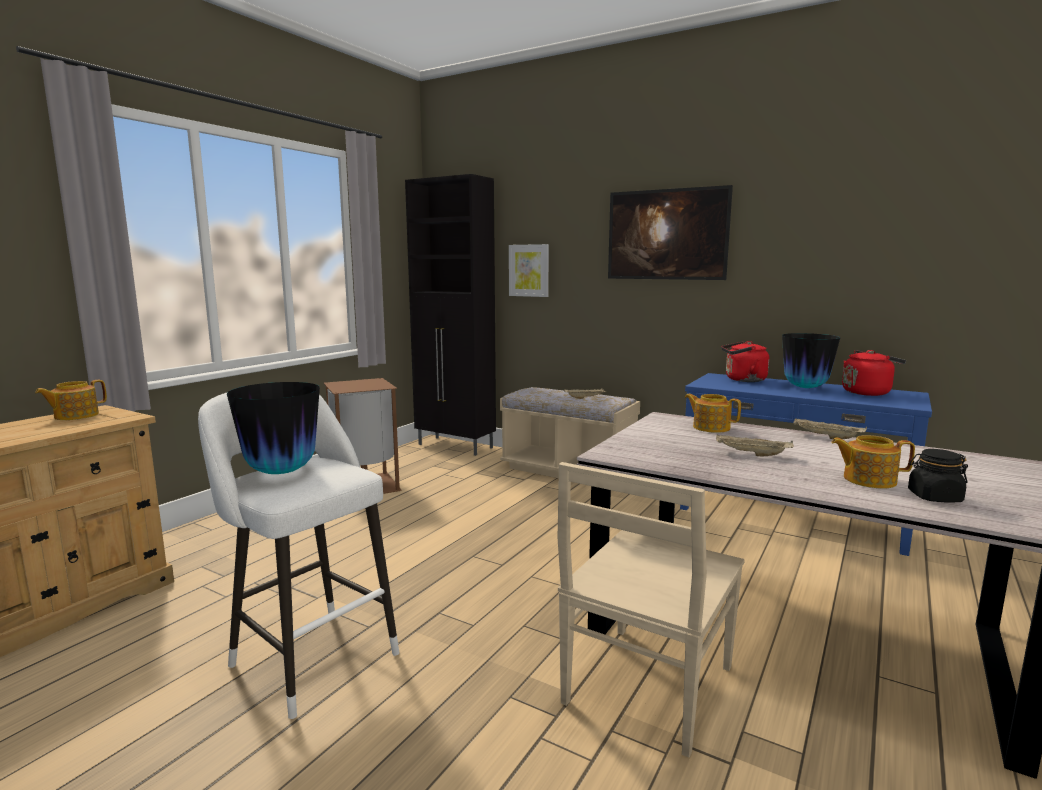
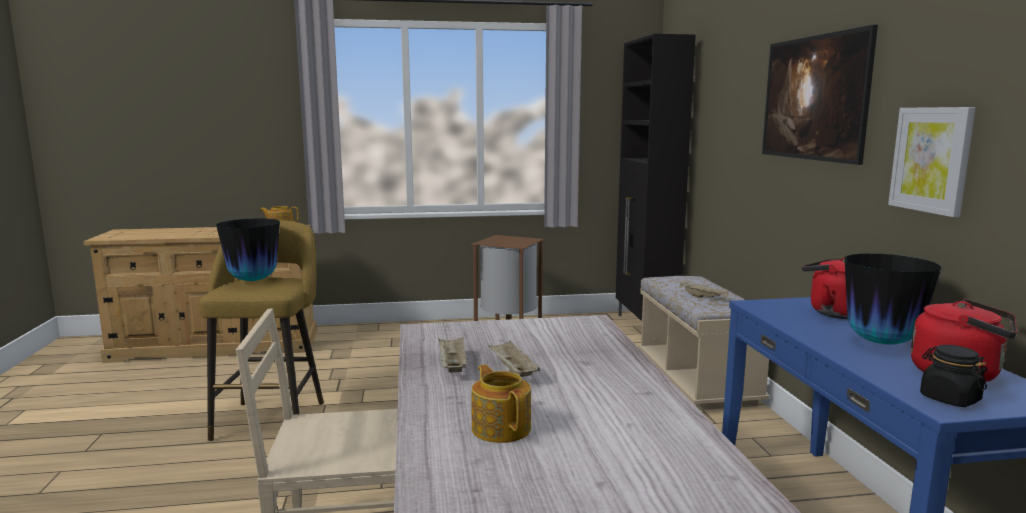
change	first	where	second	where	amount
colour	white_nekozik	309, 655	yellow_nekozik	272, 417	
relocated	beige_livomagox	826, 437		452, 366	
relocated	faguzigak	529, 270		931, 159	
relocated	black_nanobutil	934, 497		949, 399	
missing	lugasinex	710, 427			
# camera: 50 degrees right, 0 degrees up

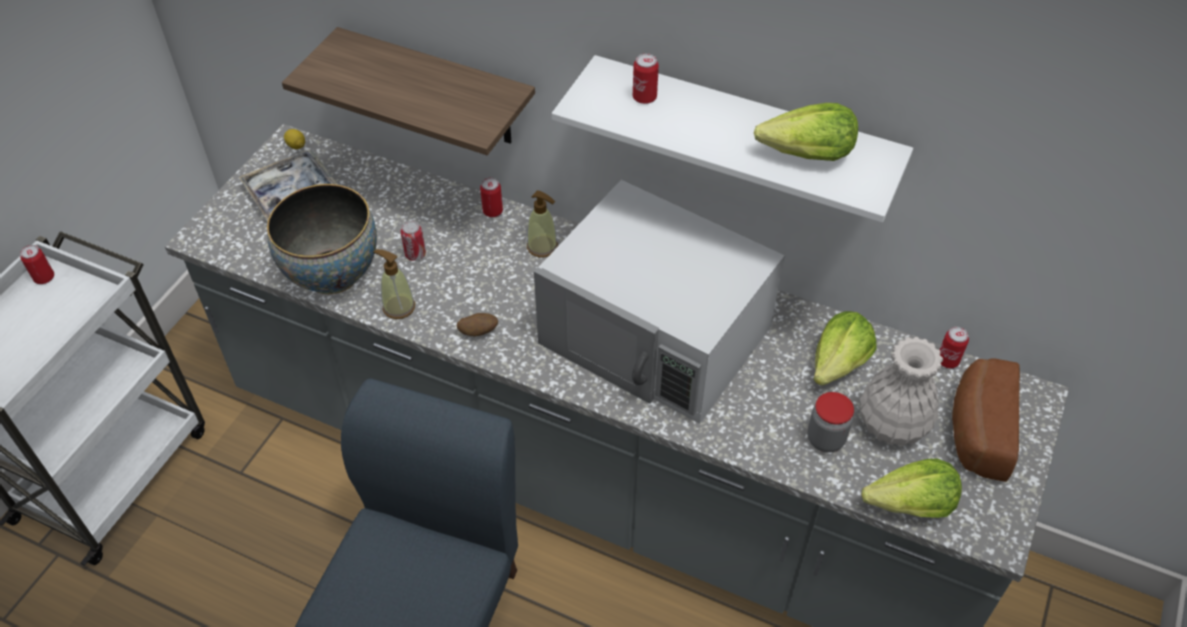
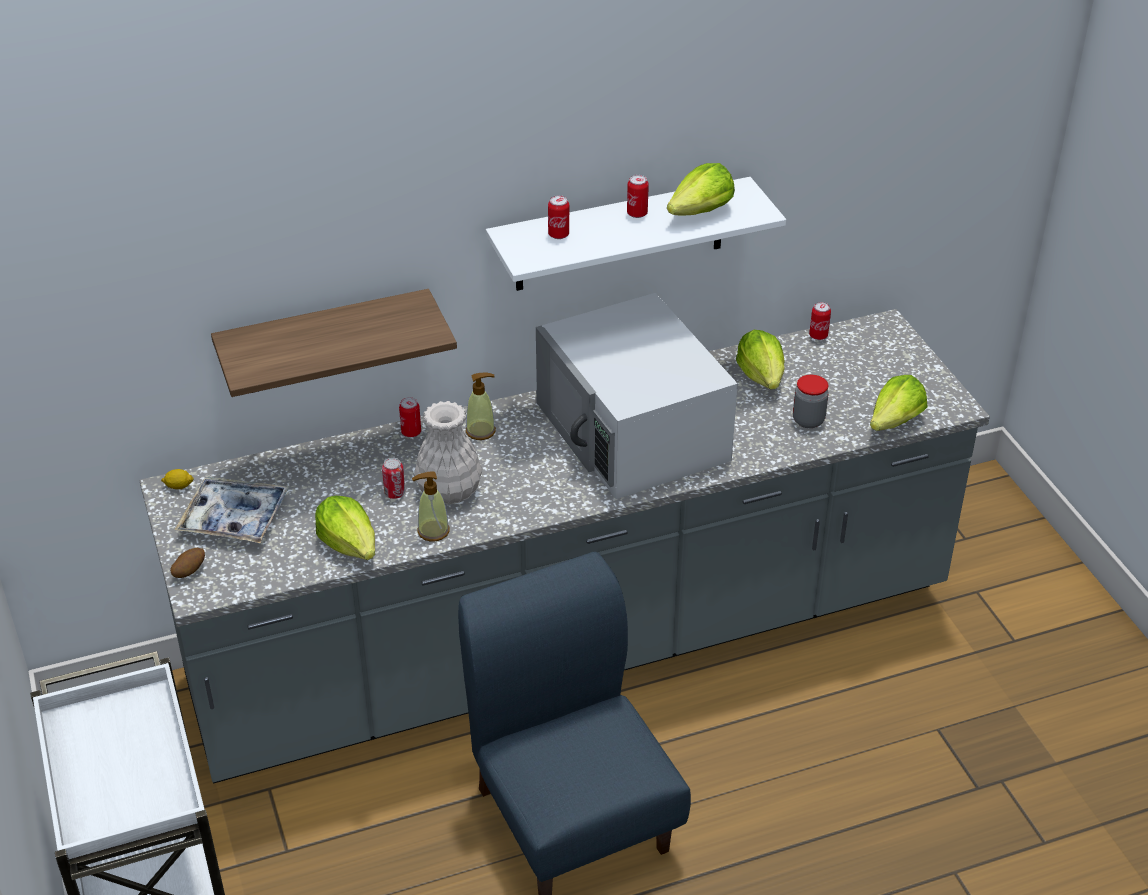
change	first	where	second	where	amount
relocated	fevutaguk	478, 332		189, 571	
exchanged	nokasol	333, 274	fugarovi	350, 545	
relocated	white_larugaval	893, 425		450, 491	
spun	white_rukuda	657, 335		633, 432	75 degrees clockwise
relocated	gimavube	44, 278		637, 213	
missing	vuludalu	976, 430			
# camera: 45 degrees left, 10 degrees down

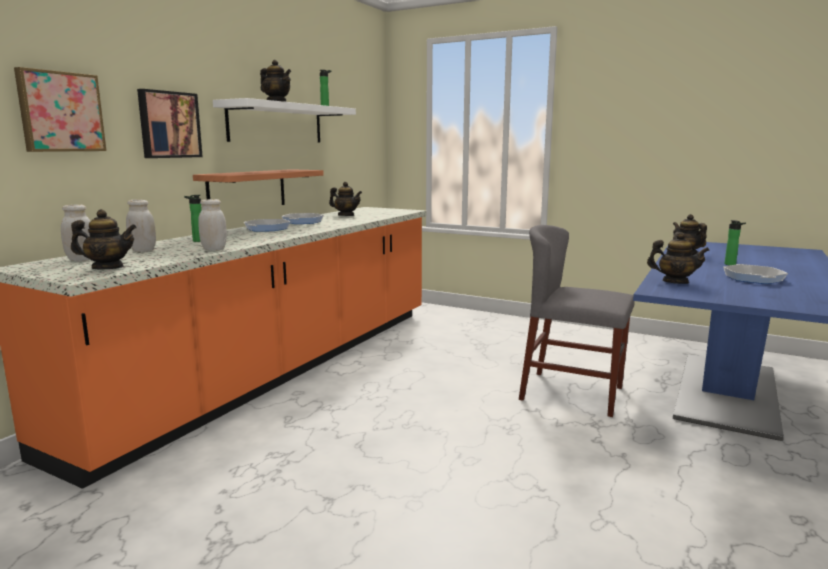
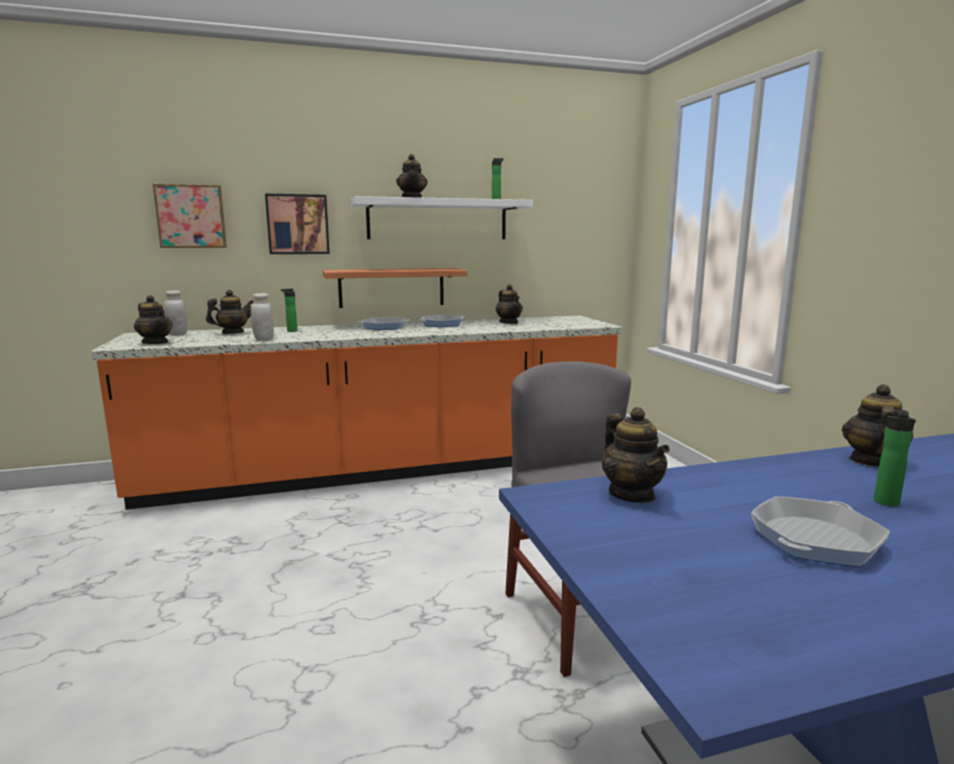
change	first	where	second	where	amount
exchanged	white_nanobutil	143, 250	lugasinex	232, 333	
# camera: 45 degrees right, 0 degrees up

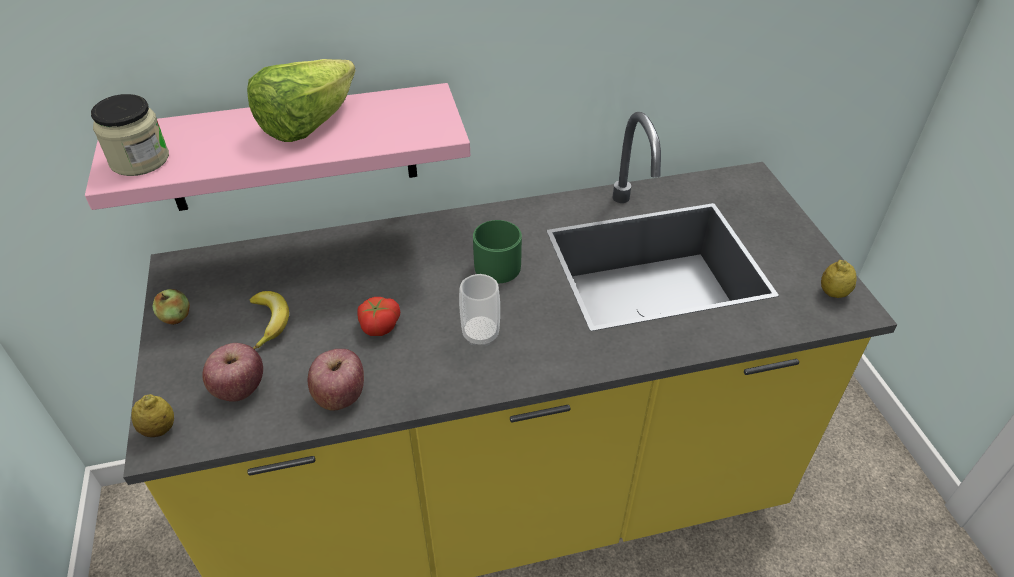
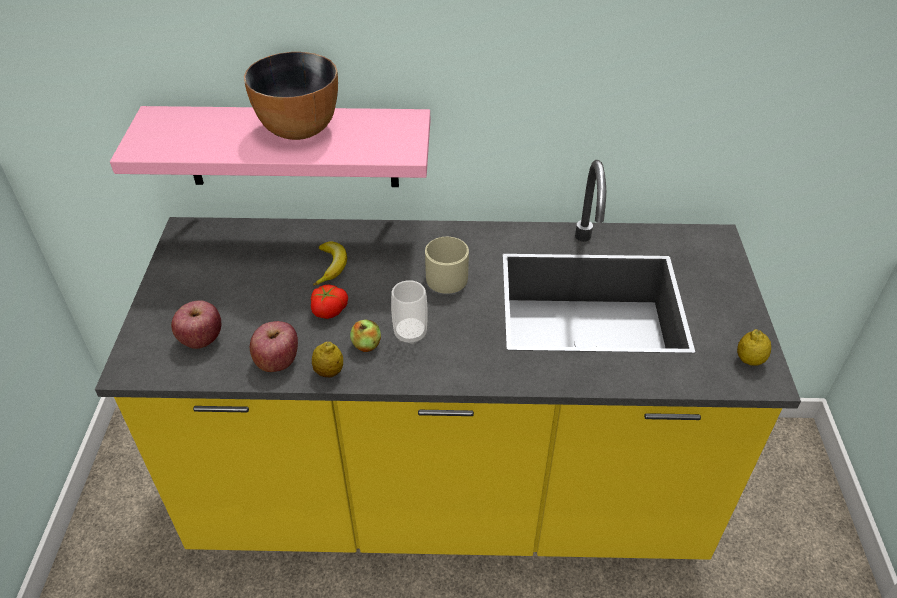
change	first	where	second	where	amount
exchanged	fugarovi	307, 124	nokasol	298, 129	
relocated	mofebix	159, 429		329, 372	
relocated	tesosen	270, 321		331, 266	
relocated	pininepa	176, 317		366, 345	
colour	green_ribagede	497, 263	beige_ribagede	448, 275	
missing	nanobutil	140, 160			
# camera: 15 degrees right, 0 degrees up

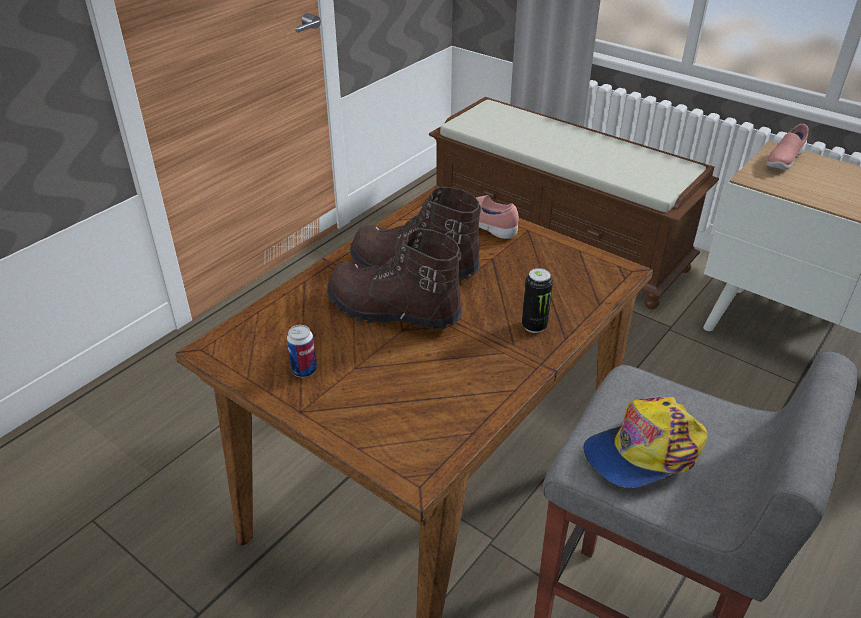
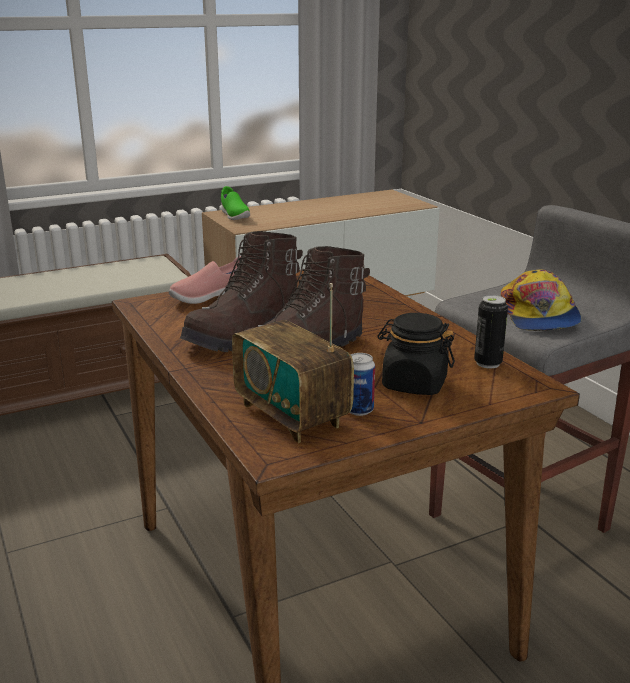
change	first	where	second	where	amount
colour	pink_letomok	783, 160	green_letomok	234, 216	
appeared			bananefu	292, 415	
appeared			black_nanobutil	414, 384	
relocated	gimavube	534, 326		488, 363	
# camera: 65 degrees left, 15 degrees down

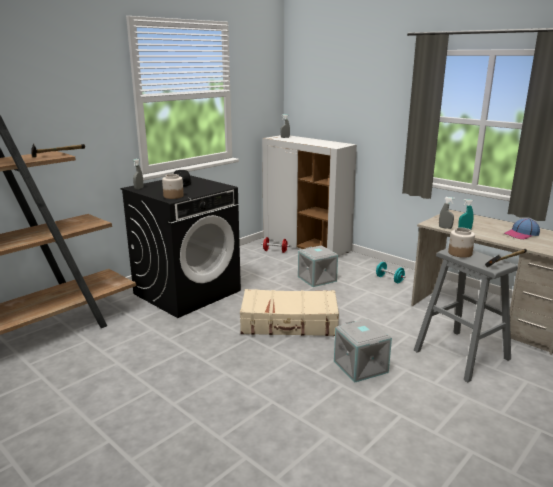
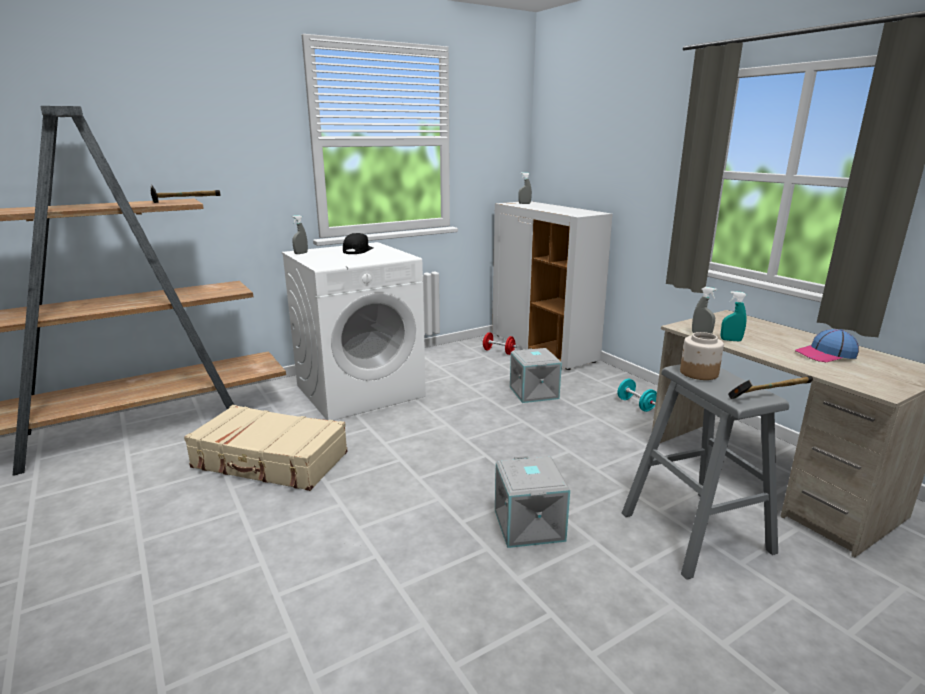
change	first	where	second	where	amount
relocated	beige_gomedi	289, 323		270, 461	
colour	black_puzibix	187, 292	white_puzibix	360, 390	
missing	nanobutil	173, 196			
# camera: 15 degrees right, 0 degrees up

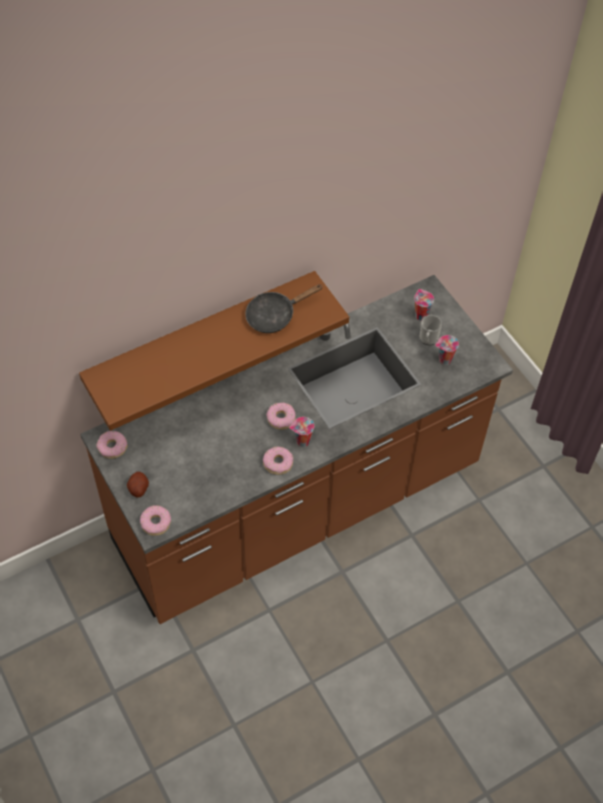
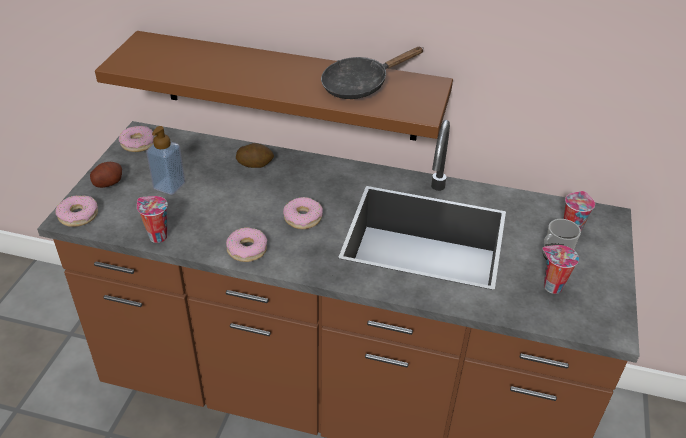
change	first	where	second	where	amount
relocated	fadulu	302, 442		156, 236	
appeared			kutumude	169, 186	
appeared			fevutaguk	255, 164	
spun	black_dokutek	275, 315		360, 85	45 degrees counterclockwise
# camera: 45 degrees right, 15 degrees down

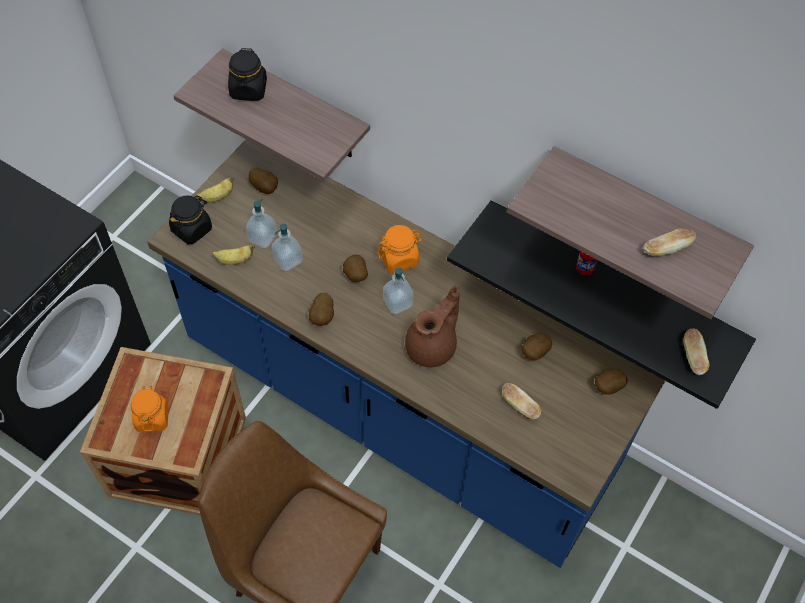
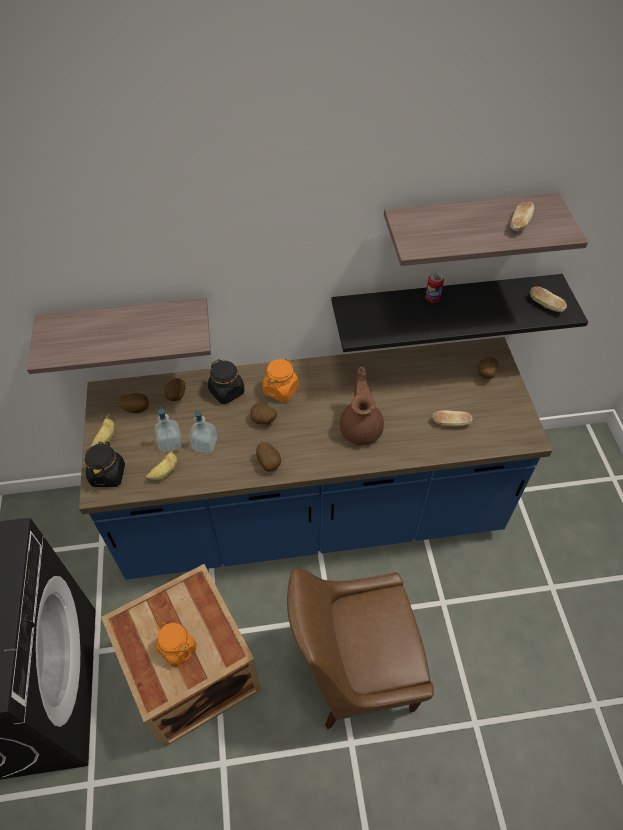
change	first	where	second	where	amount
relocated	fevutaguk	533, 352		175, 397	
relocated	black_nanobutil	248, 89		227, 391	
missing	kutumude	397, 303			
# camera: 40 degrees left, 5 degrees down

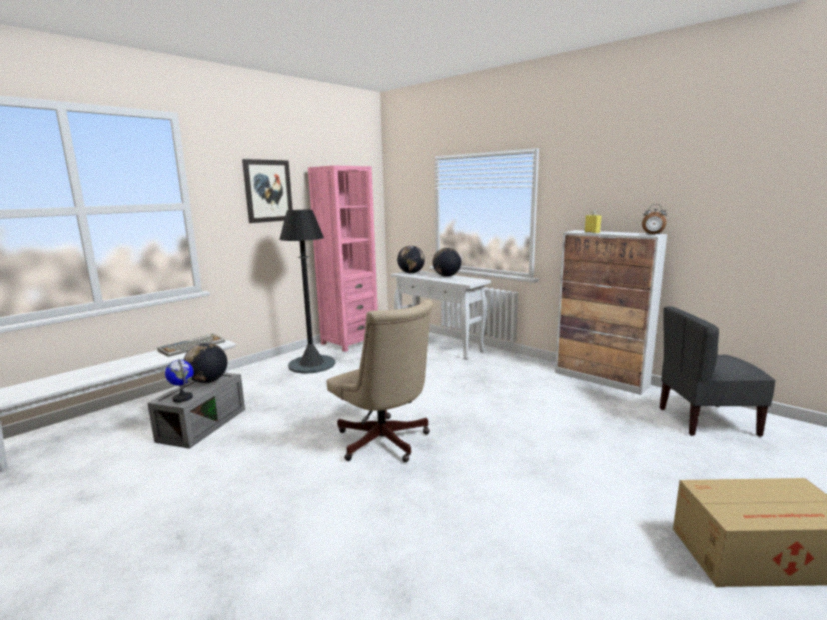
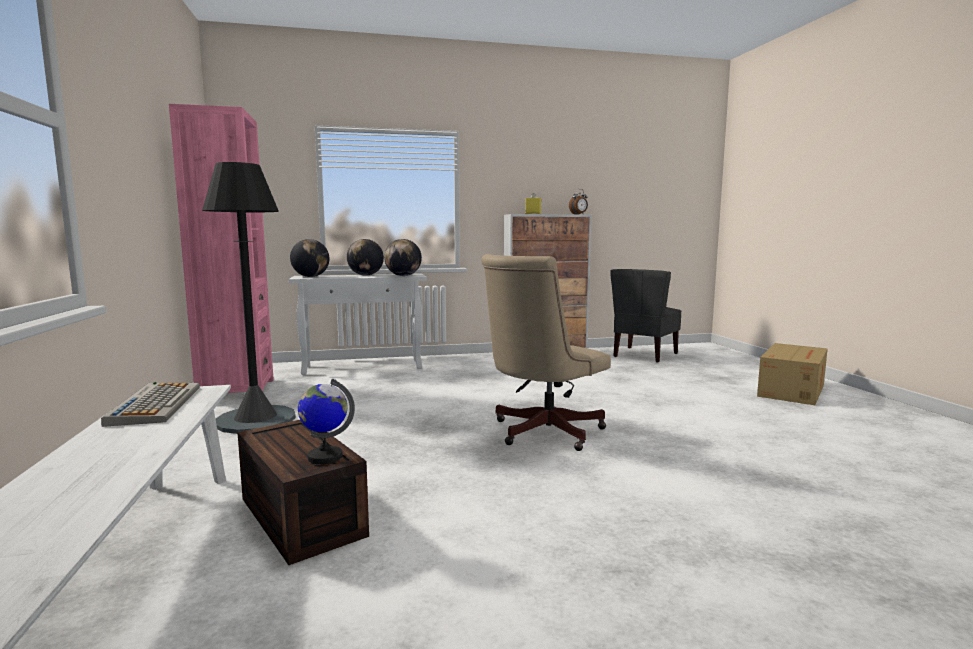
change	first	where	second	where	amount
colour	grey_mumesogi	202, 424	brown_mumesogi	298, 516	
relocated	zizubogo	208, 381		403, 276	
spun	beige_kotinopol	385, 443		541, 433	135 degrees clockwise
missing	faguzigak	268, 191			
# camera: 55 degrees left, 5 degrees down

